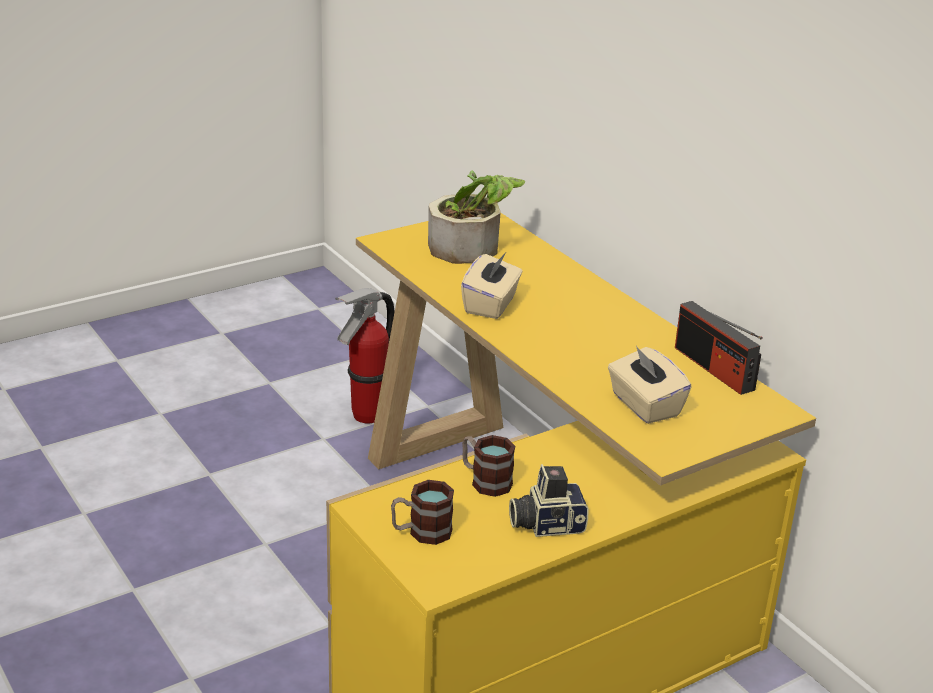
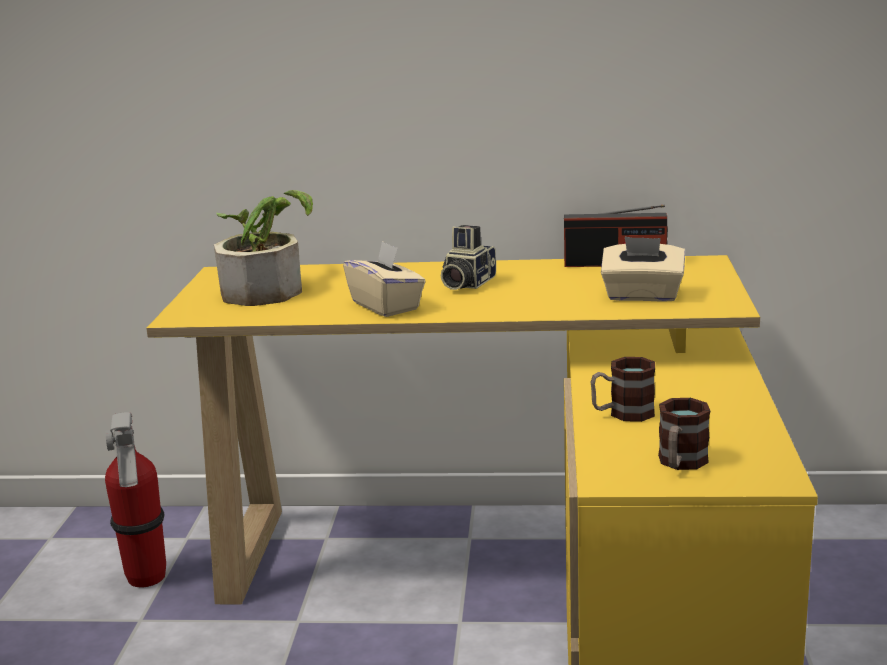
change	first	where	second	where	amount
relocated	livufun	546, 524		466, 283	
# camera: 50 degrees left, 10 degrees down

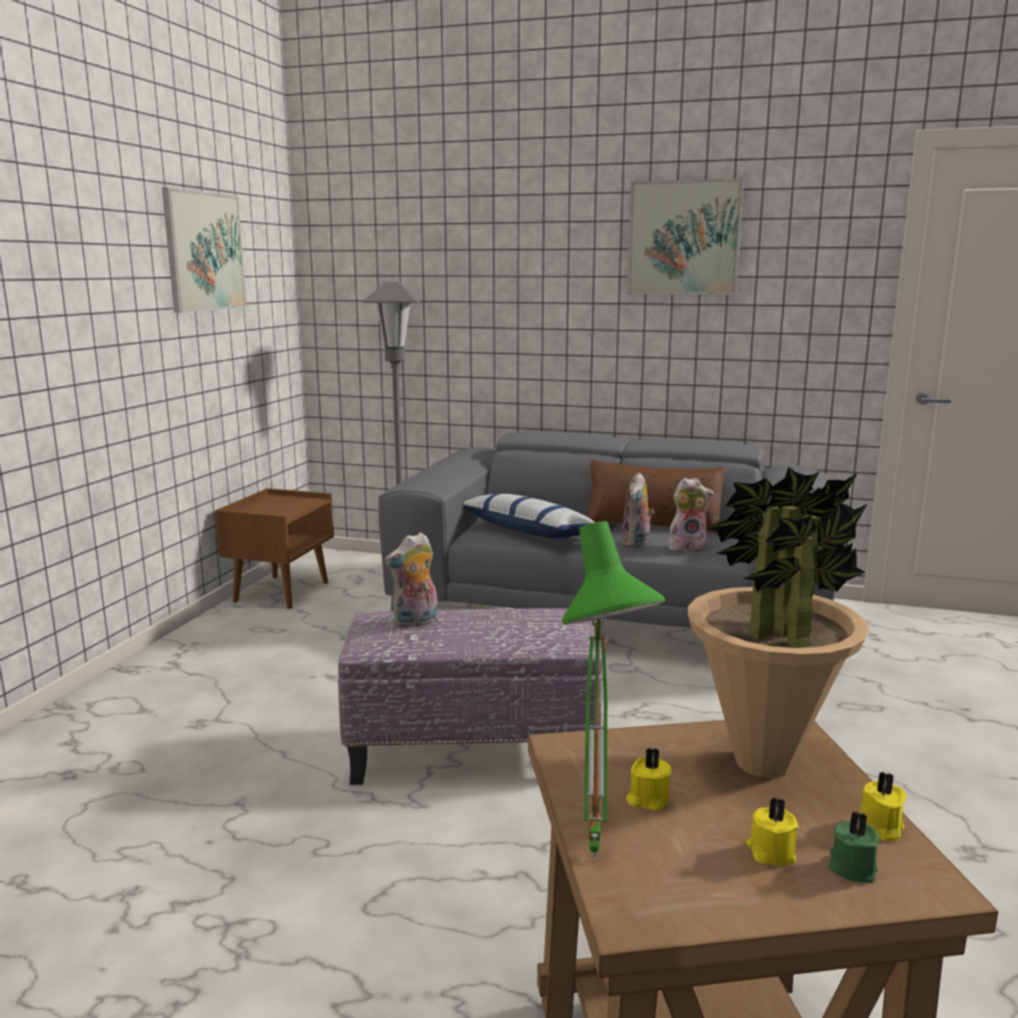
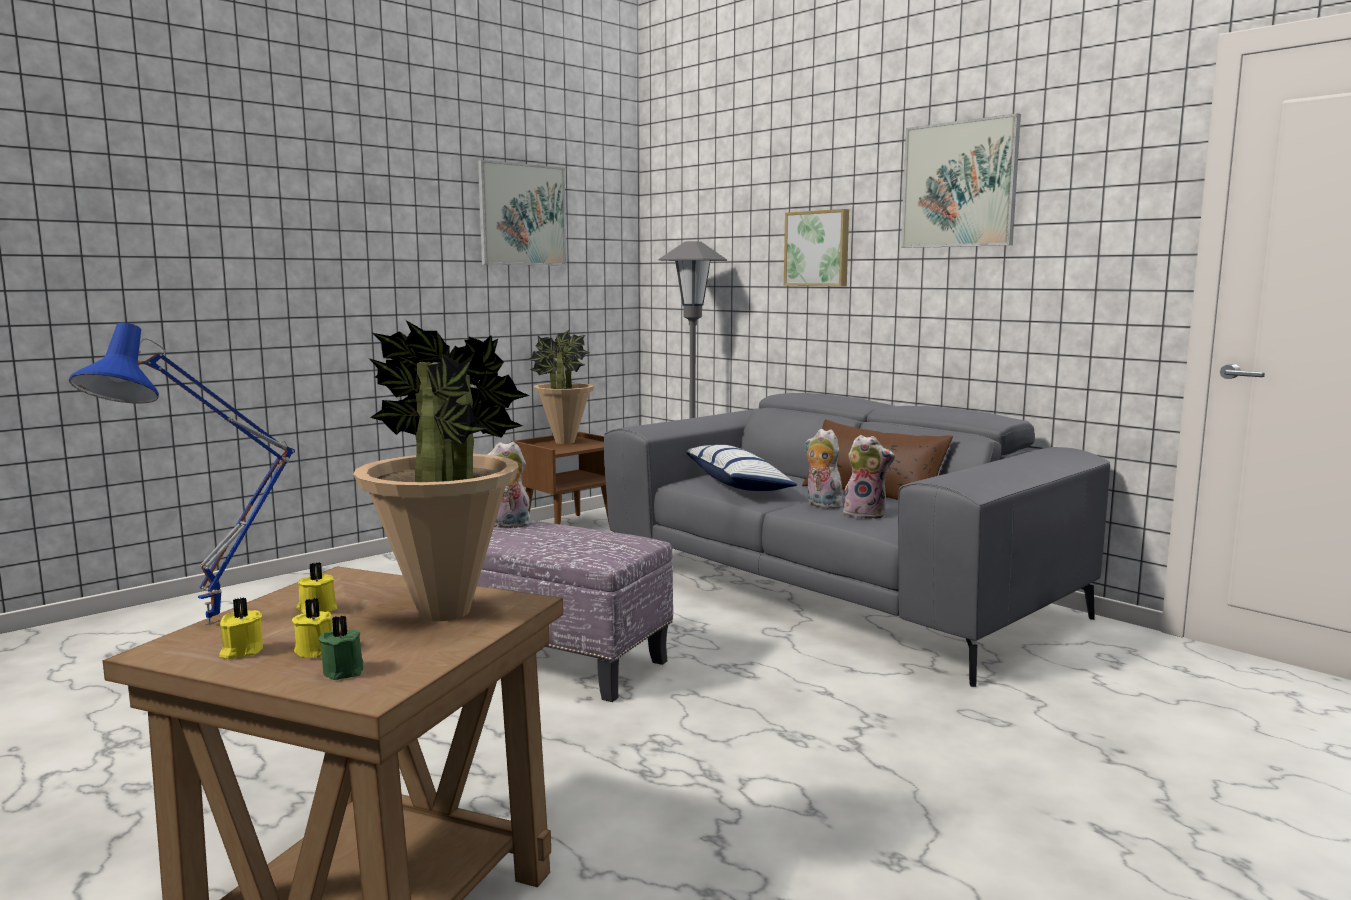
change	first	where	second	where	amount
colour	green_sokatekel	601, 857	blue_sokatekel	215, 625	
relocated	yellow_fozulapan	880, 827		241, 651	
appeared			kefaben	564, 442	
appeared			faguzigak	818, 248	
spun	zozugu	636, 543		821, 505	90 degrees clockwise
# camera: 30 degrees right, 5 degrees down

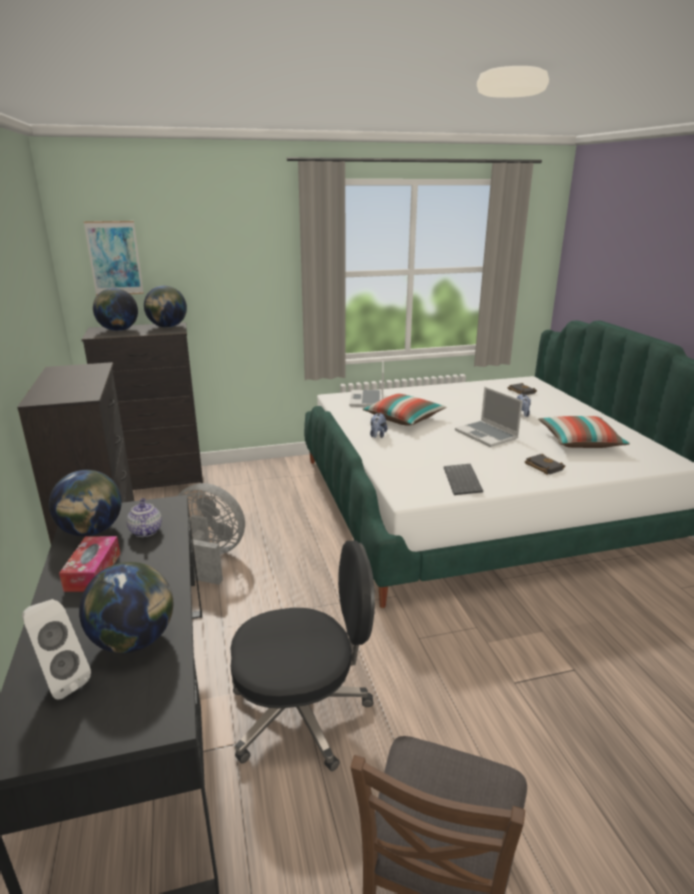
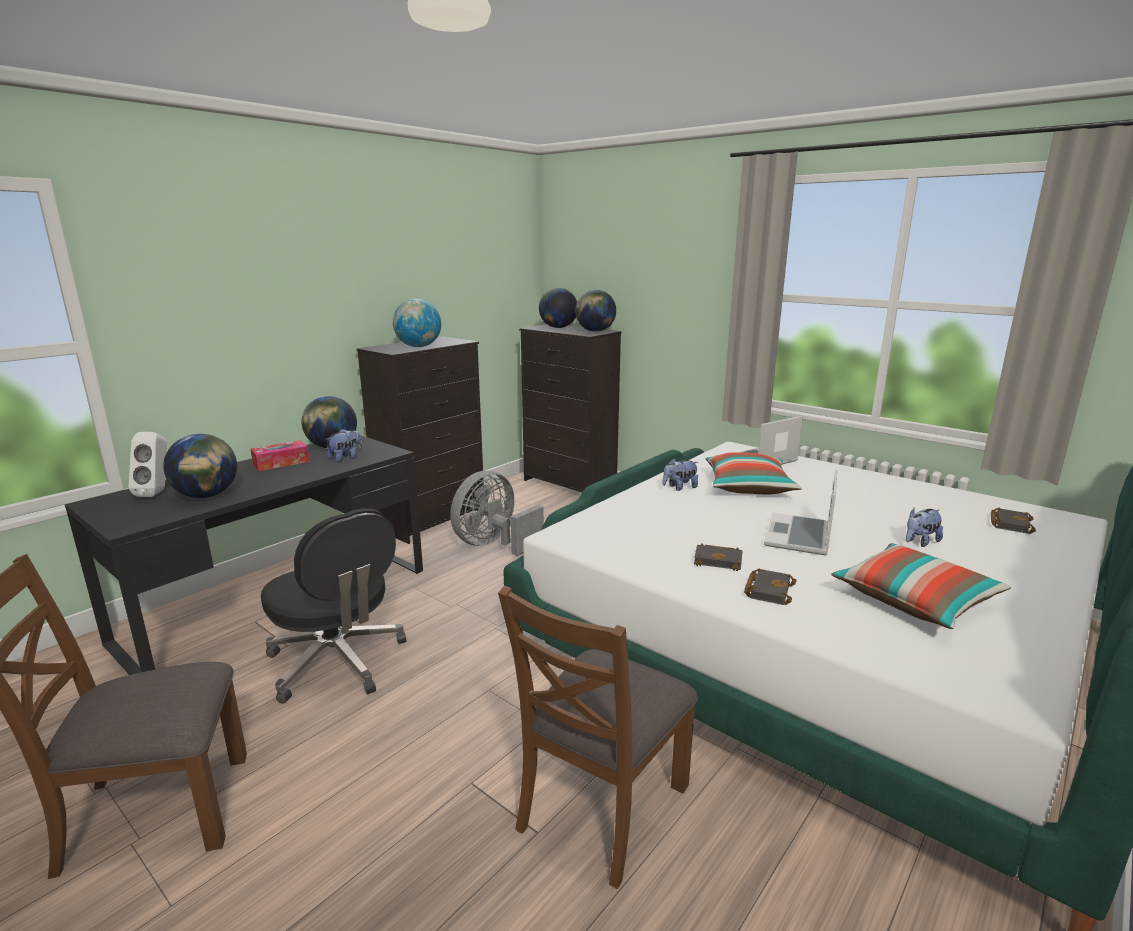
change	first	where	second	where	amount
exchanged	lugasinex	145, 531	zozugu	346, 458	
appeared			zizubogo	418, 347	
spun	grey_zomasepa	209, 558		494, 544	120 degrees counterclockwise
appeared			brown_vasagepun	601, 806	
appeared			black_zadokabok	719, 560	
missing	faguzigak	114, 258			
missing	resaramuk	463, 481			
# camera: 55 degrees right, 5 degrees down

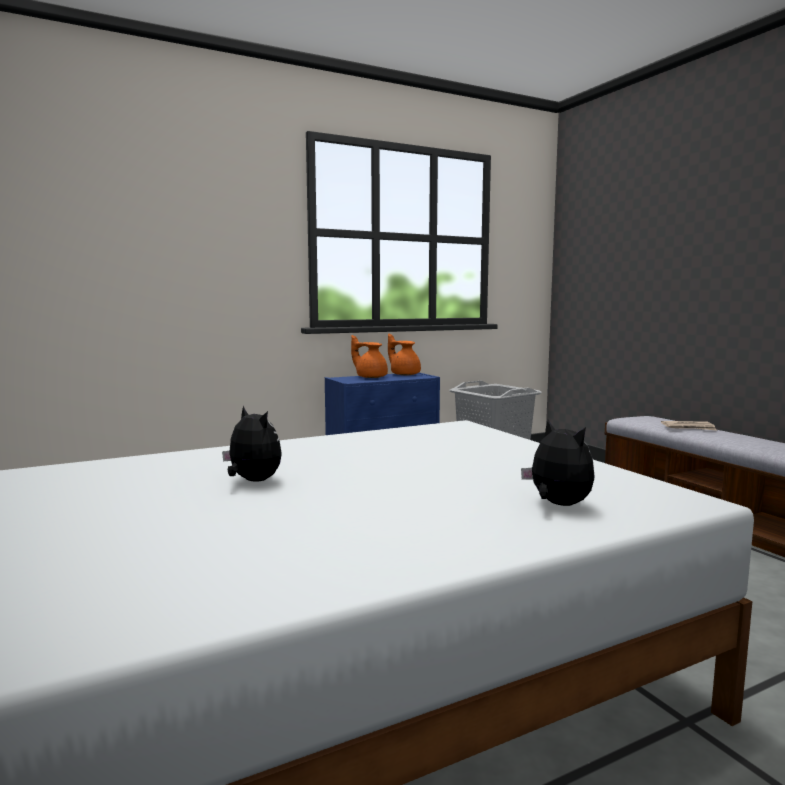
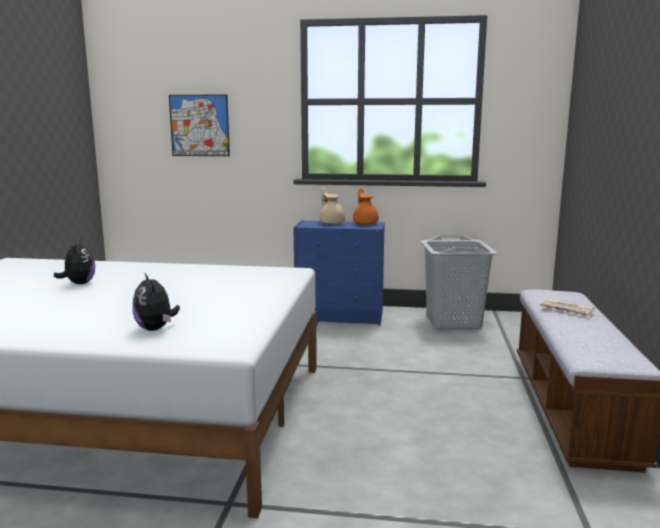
change	first	where	second	where	amount
spun	zozugu	557, 504		156, 329	150 degrees clockwise
appeared			faguzigak	199, 125	
colour	orange_lugasinex	370, 377	beige_lugasinex	331, 223	
# camera: 35 degrees right, 5 degrees up

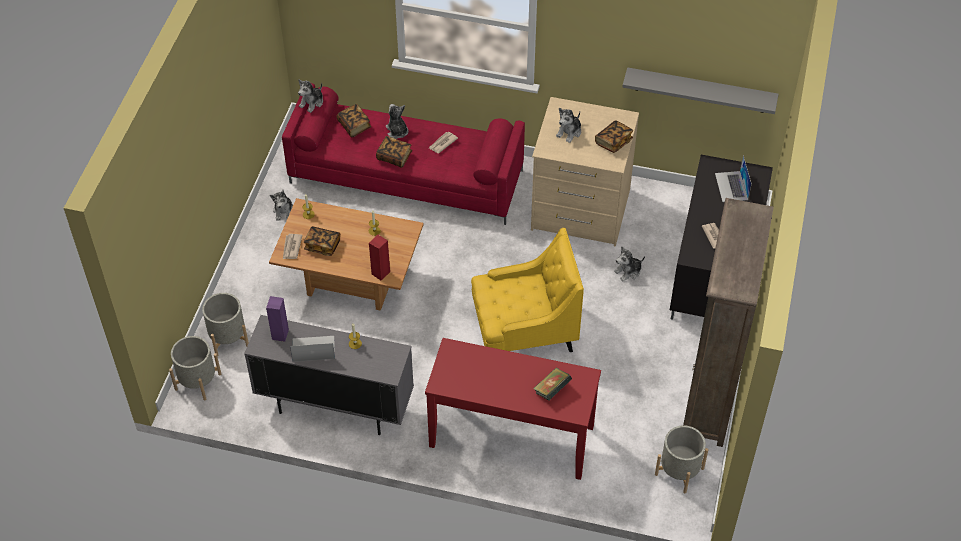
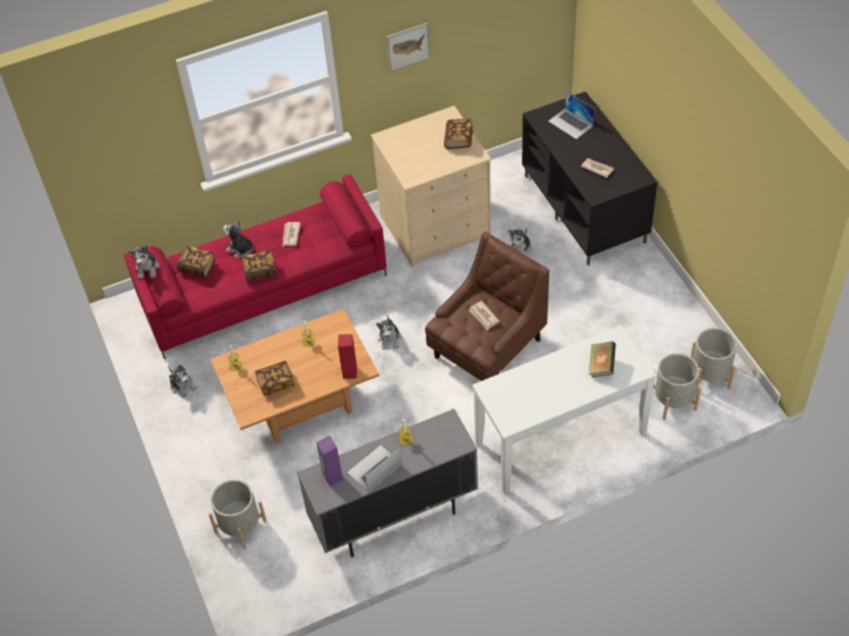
change	first	where	second	where	amount
relocated	zozugu	569, 132		390, 339	
appeared			faguzigak	408, 46	
colour	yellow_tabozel	524, 331	brown_tabozel	487, 349	
relocated	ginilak	291, 247		484, 316	
colour	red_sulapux	511, 437	white_sulapux	561, 439	
relocated	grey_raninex	198, 381		673, 401	
missing	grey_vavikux	700, 90			
missing	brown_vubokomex	709, 398			
# camera: 35 degrees left, 0 degrees up

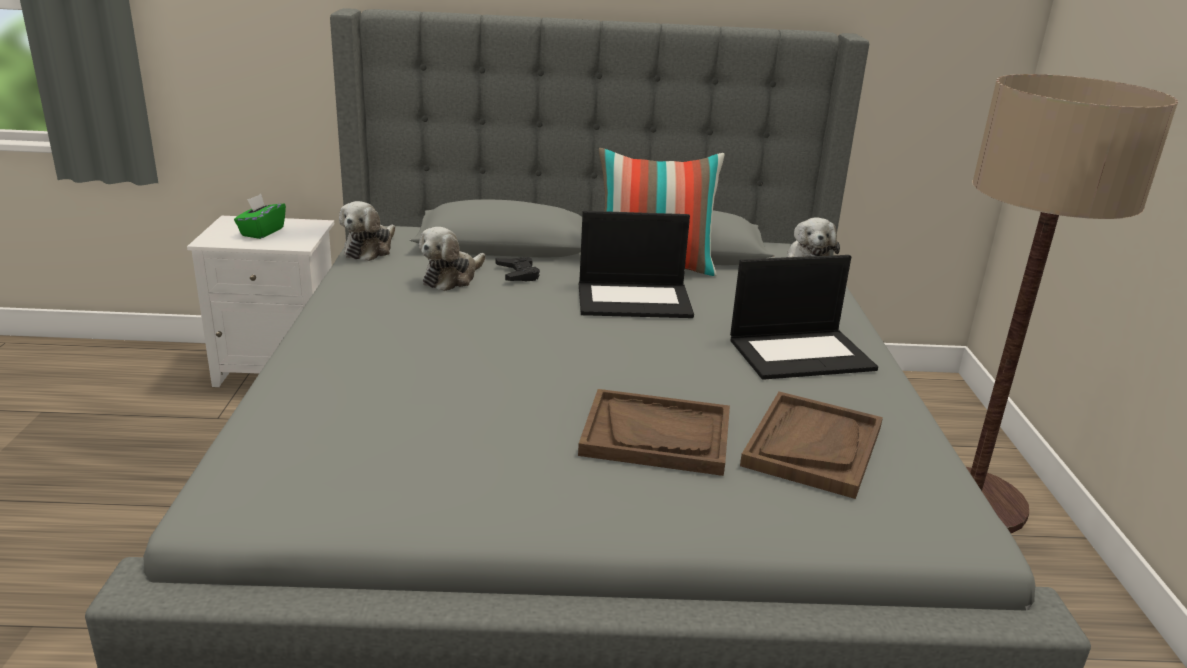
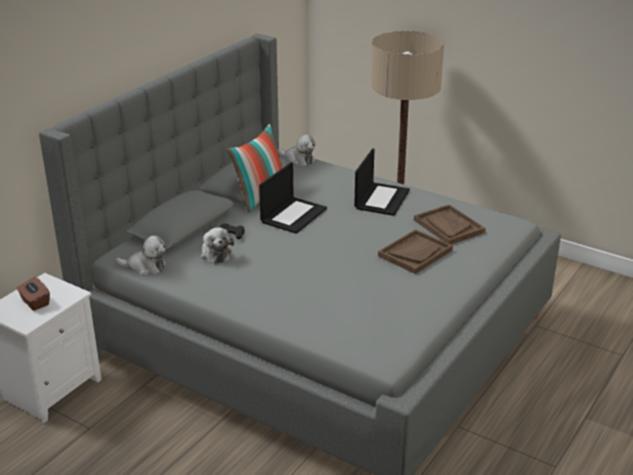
change	first	where	second	where	amount
colour	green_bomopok	262, 232	brown_bomopok	35, 302	
spun	zozugu	370, 249		145, 267	45 degrees counterclockwise
# camera: 55 degrees left, 5 degrees up

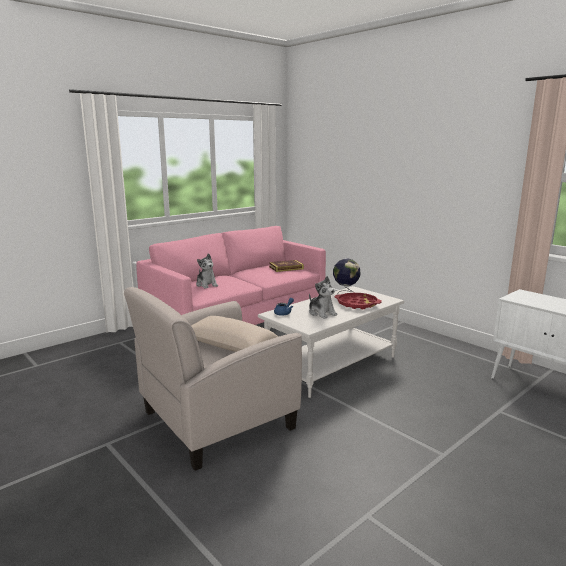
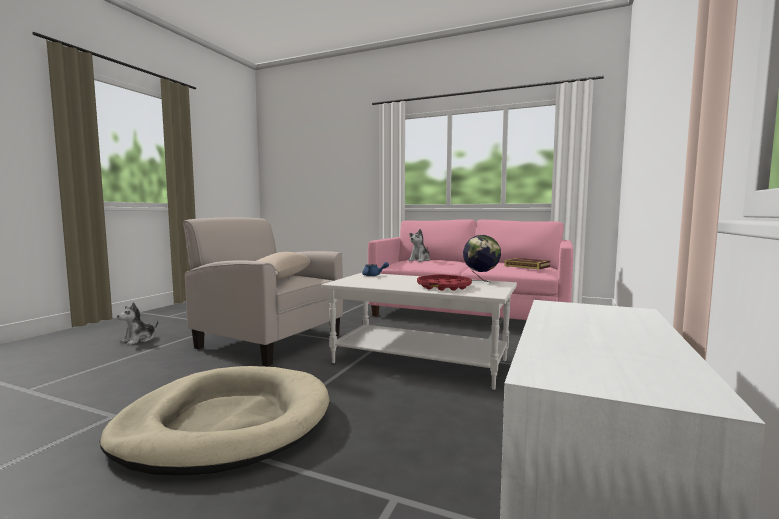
change	first	where	second	where	amount
appeared			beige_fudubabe	225, 424	
relocated	zozugu	321, 313		139, 340	
# camera: 65 degrees right, 10 degrees down

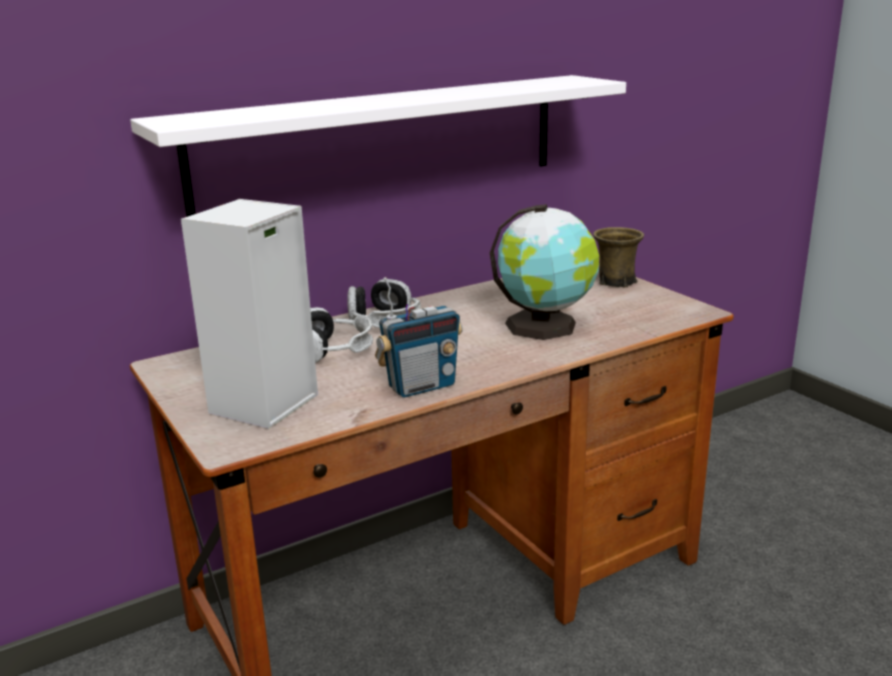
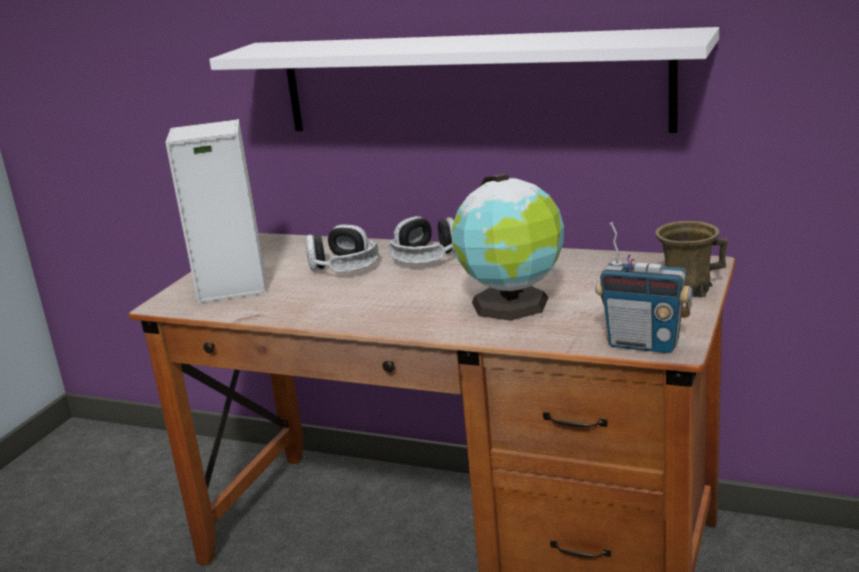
change	first	where	second	where	amount
relocated	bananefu	421, 386		644, 344	
# camera: 55 degrees right, 0 degrees up

